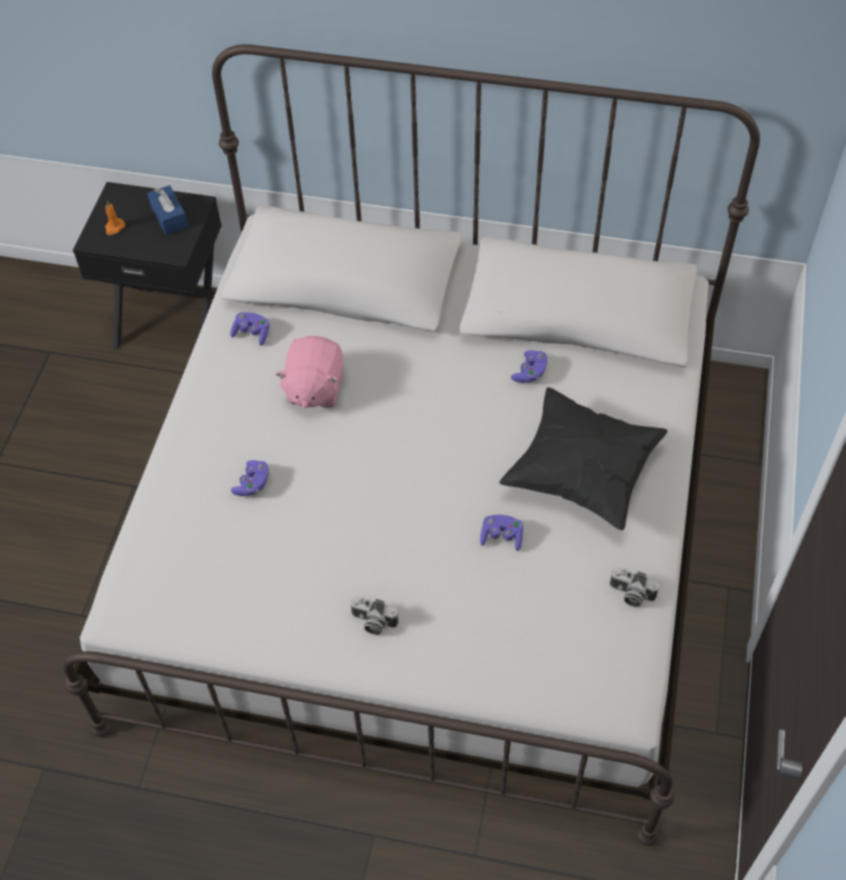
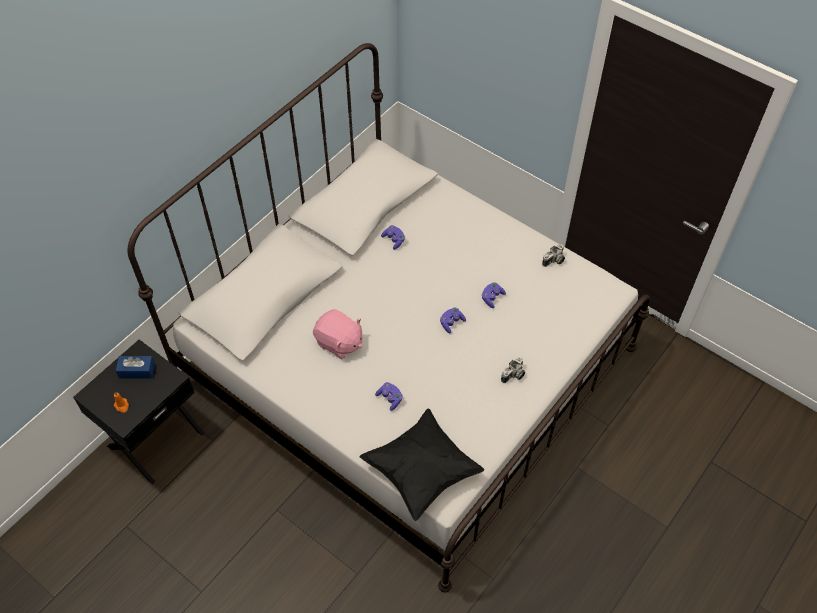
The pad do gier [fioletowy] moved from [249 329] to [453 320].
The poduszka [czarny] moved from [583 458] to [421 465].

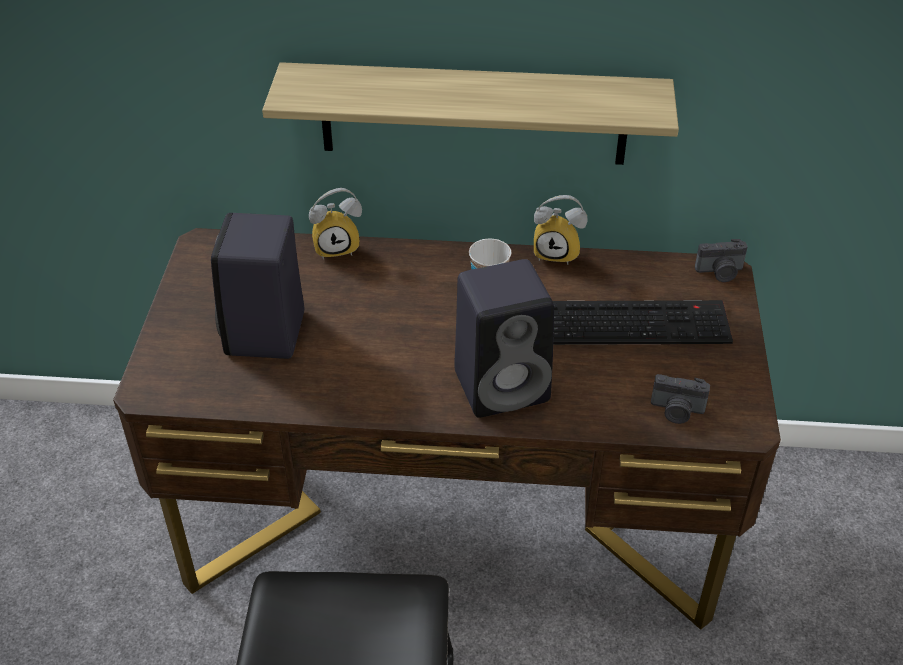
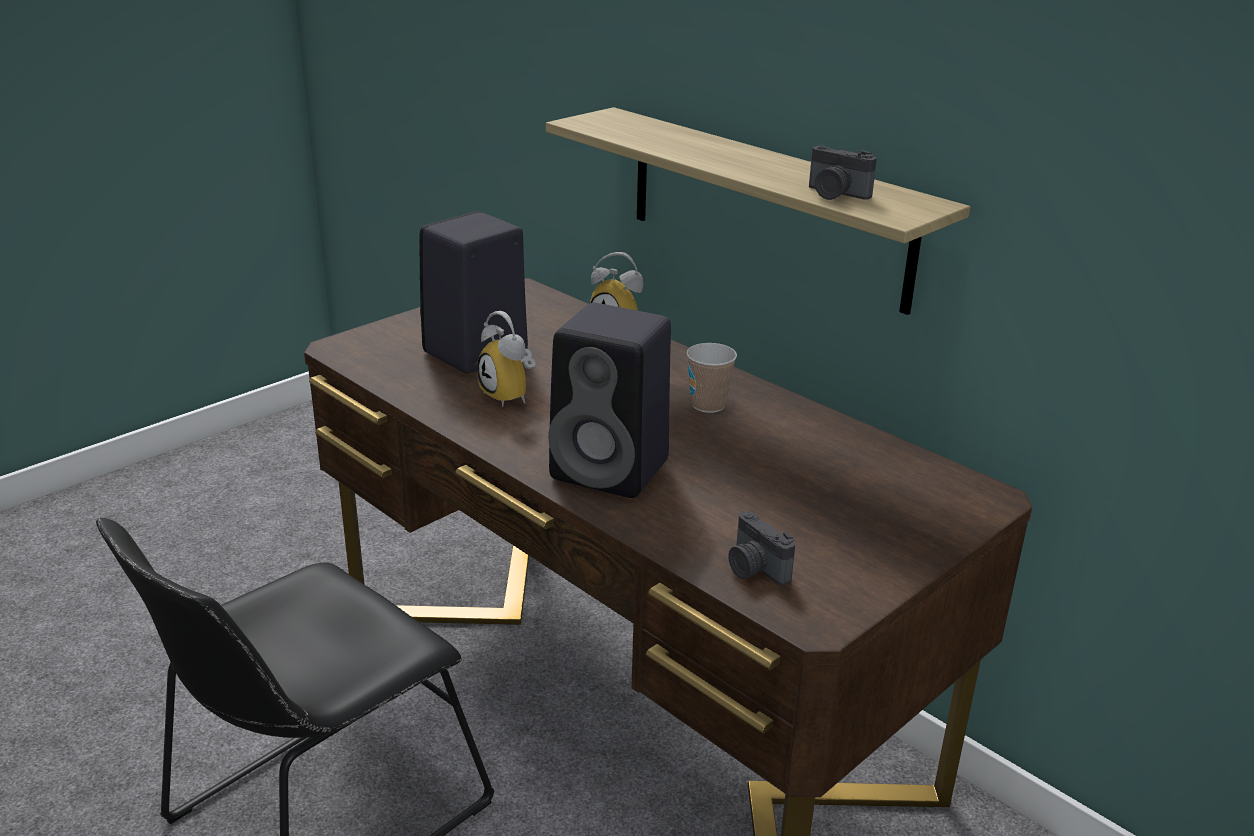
The budzik moved from [561 230] to [506 359].
The klawiatura at [643 322] disappeared.
The aparat fotograficzny moved from [721 260] to [843 172].

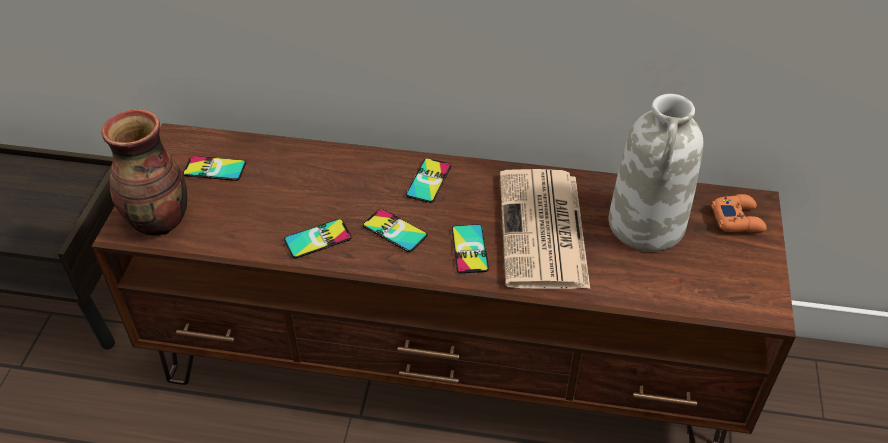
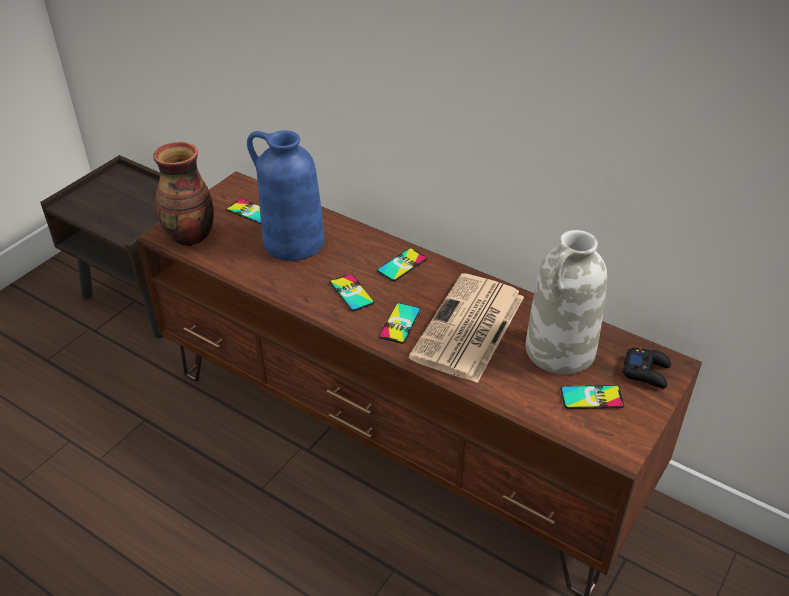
The telefon moved from [318 238] to [592 397].
The pad do gier [pomarańczowy] at [739 213] became the pad do gier [czarny] at [646 368].
The wazon [niebieski] at [285 195] appeared.

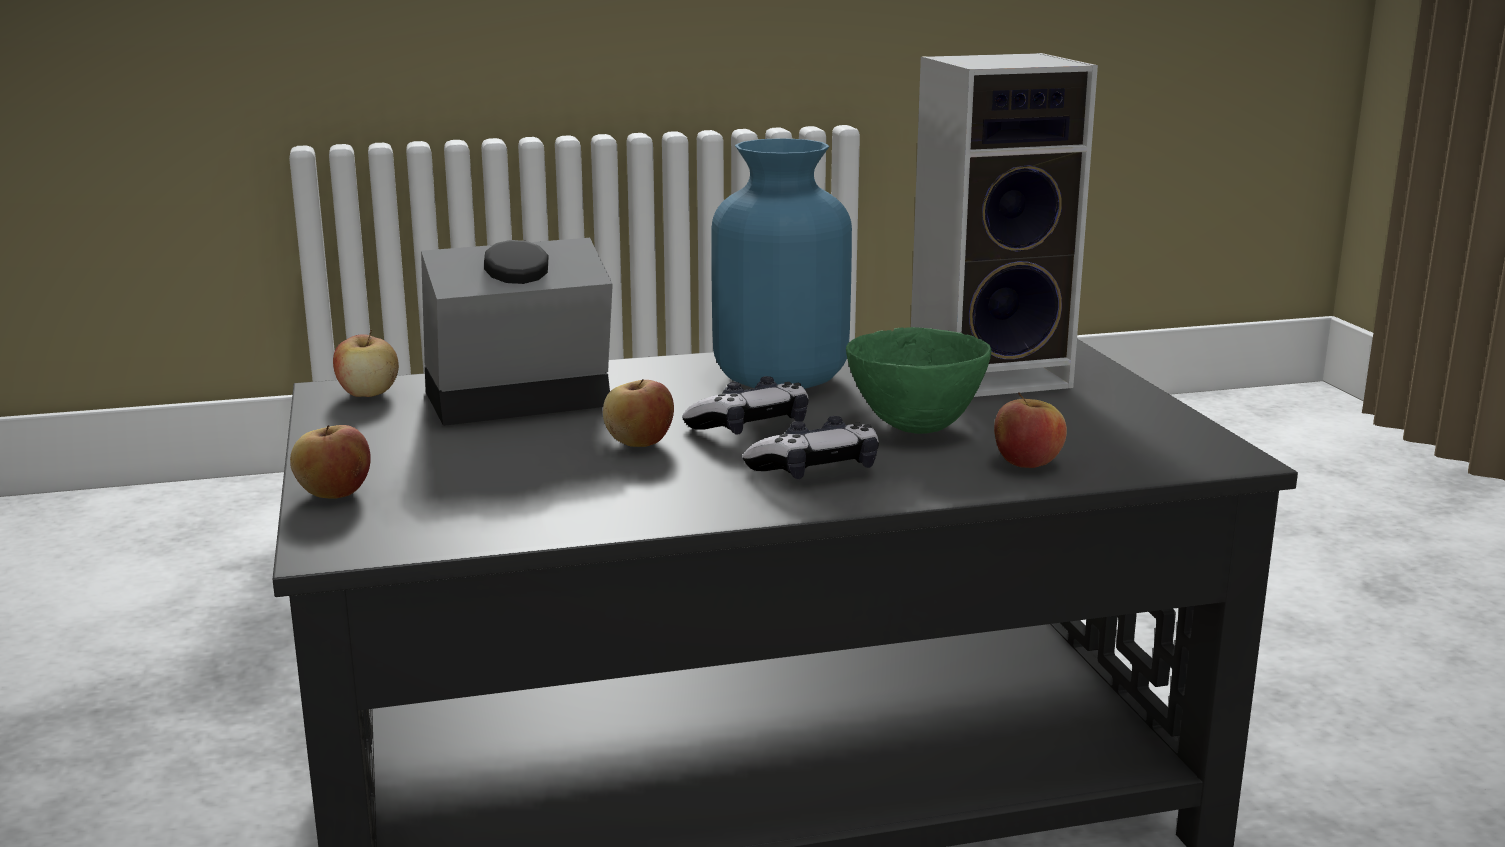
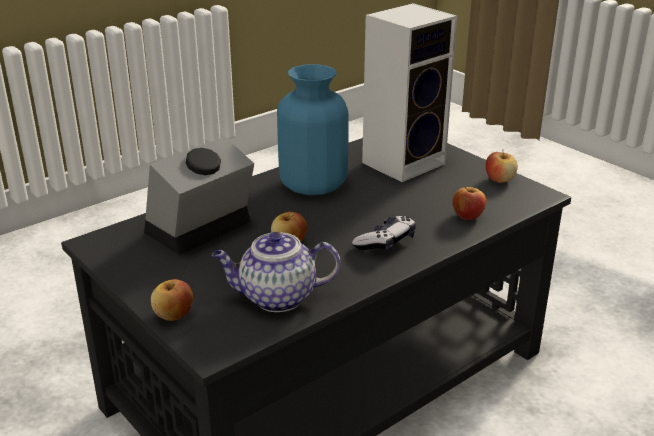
The jabłko moved from [366 363] to [502 167].
The pad do gier at [745 405] disappeared.
The miska [zielony] at [919 380] disappeared.
The imbryk at [276 272] appeared.

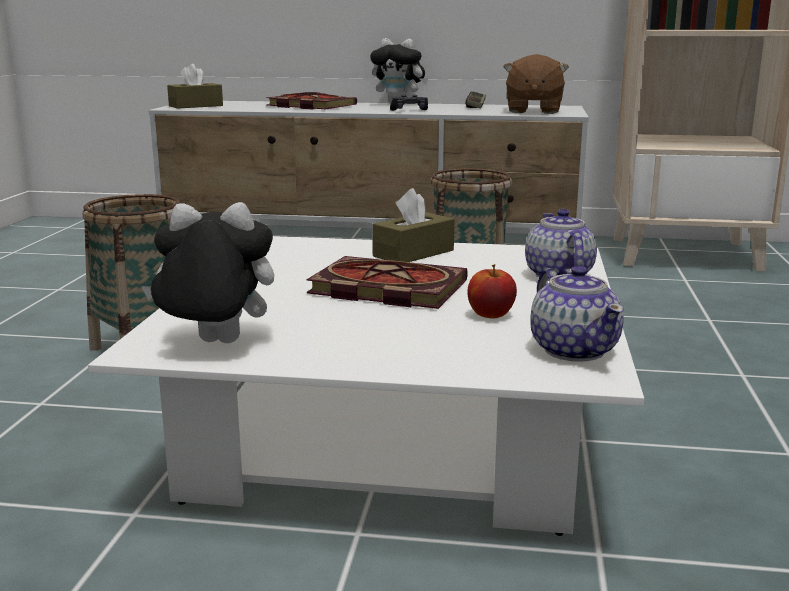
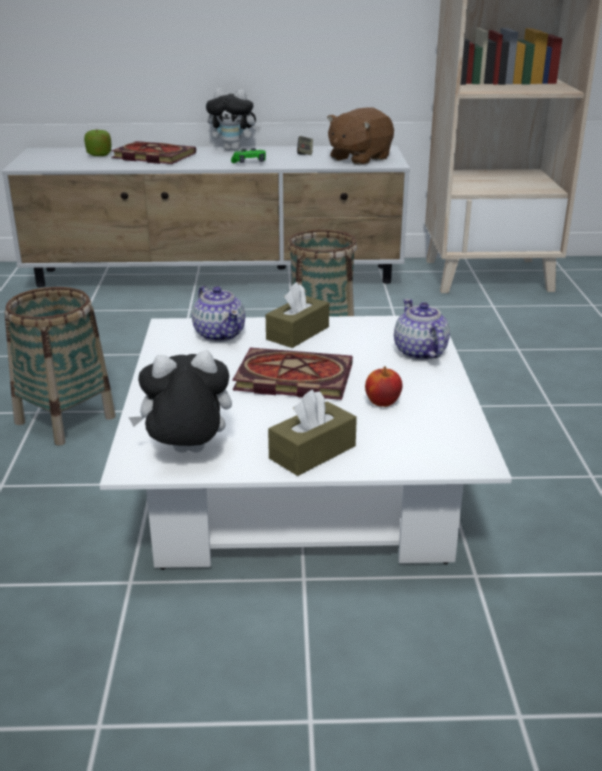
The pudełko chusteczek [brązowy] moved from [195 86] to [312 432].
The pad do gier [czarny] at [409 103] became the pad do gier [zielony] at [248 155].
The pluszak [brązowy] at [536 84] turned 45 degrees clockwise.
The imbryk moved from [577 314] to [218 314].
The jabłko at [98 143] appeared.

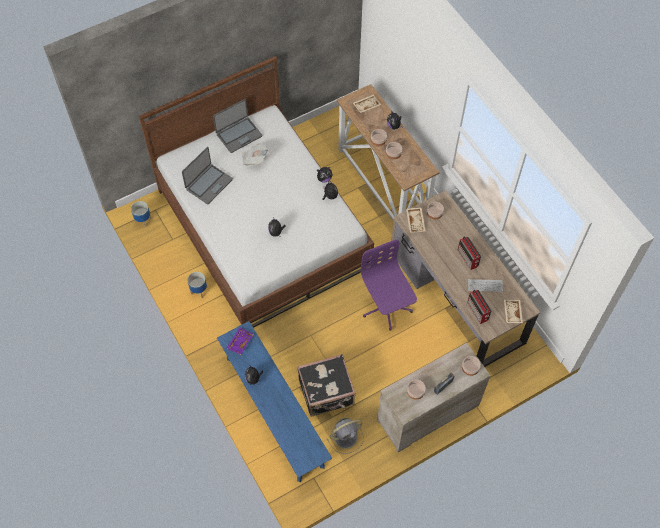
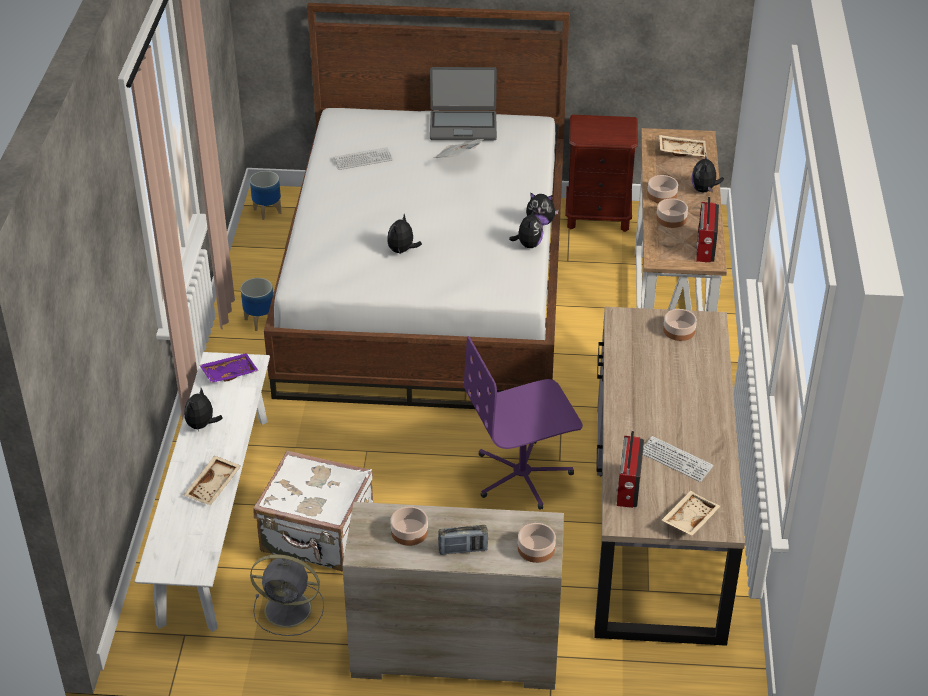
The laptop at [207 175] was replaced by the klawiatura at [363 158].
The ławka [niebieski] at [274 401] became the ławka [biały] at [202 492].
The walizka [czarny] at [326 385] became the walizka [biały] at [313 511].
The krzesło biurowe [fioletowy] at [389 284] turned 120 degrees counterclockwise.
The taca [beżowy] moved from [416 220] to [212 480].
The radio moved from [469 253] to [707 230].
The szafka nocna [brązowy] at [601 173] appeared.

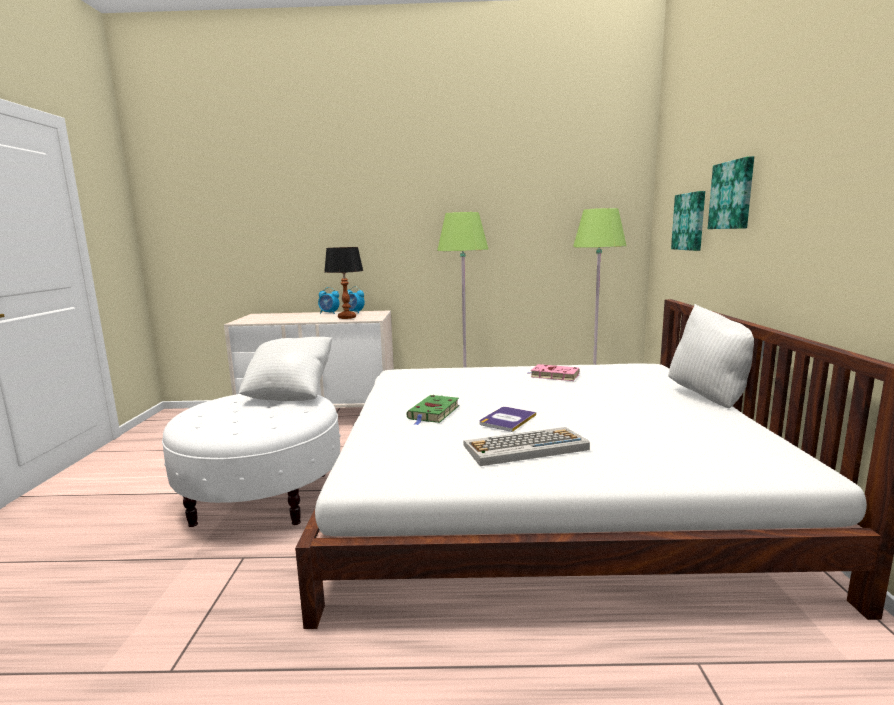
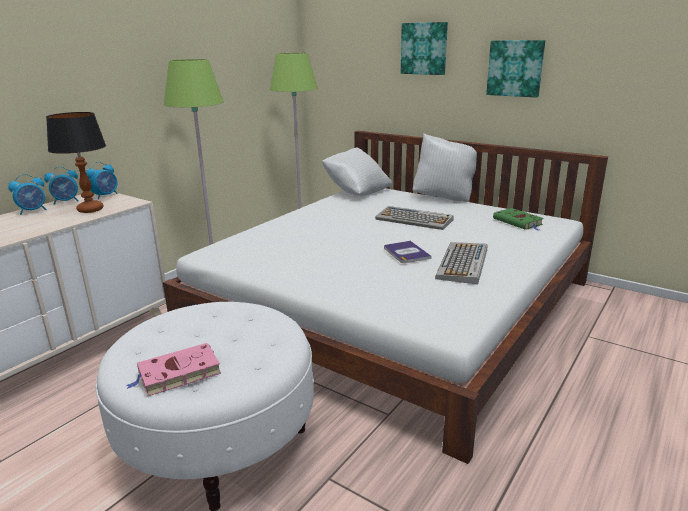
The poduszka [biały] moved from [286 369] to [357 171].
The książka [zielony] moved from [433 410] to [518 219].
The książka [różowy] moved from [553 372] to [173 369].
The obraz moved from [688 221] to [515 69].
The budzik at [102 180] appeared.
The klawiatura at [414 218] appeared.

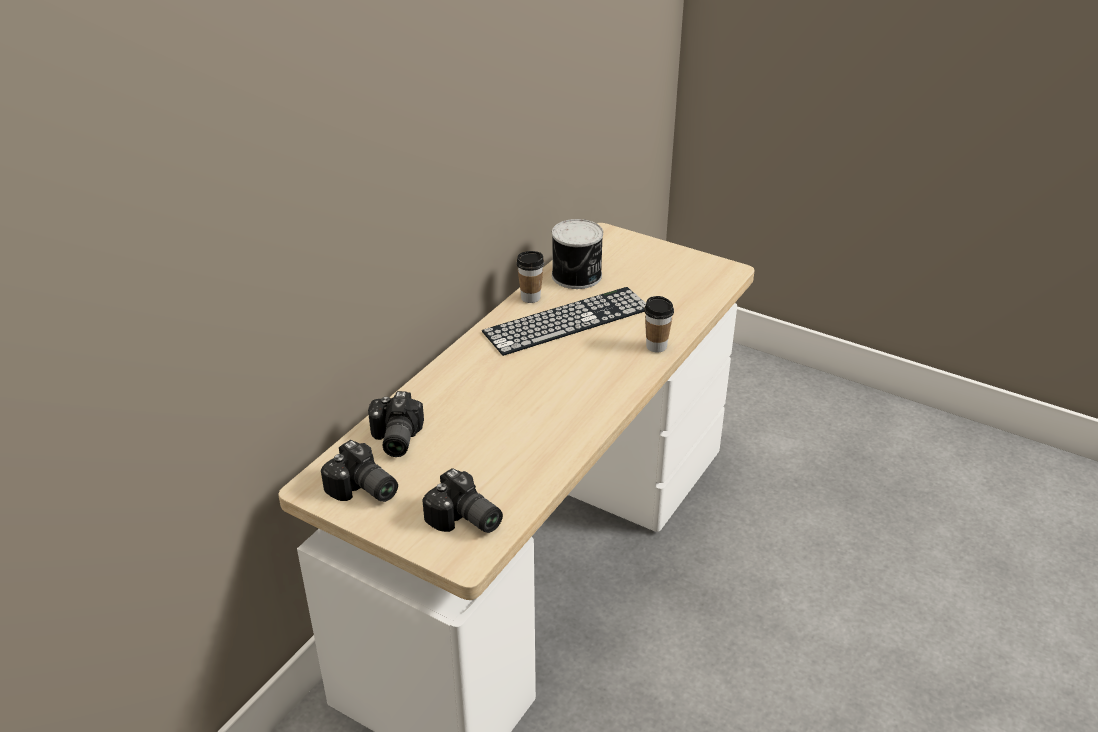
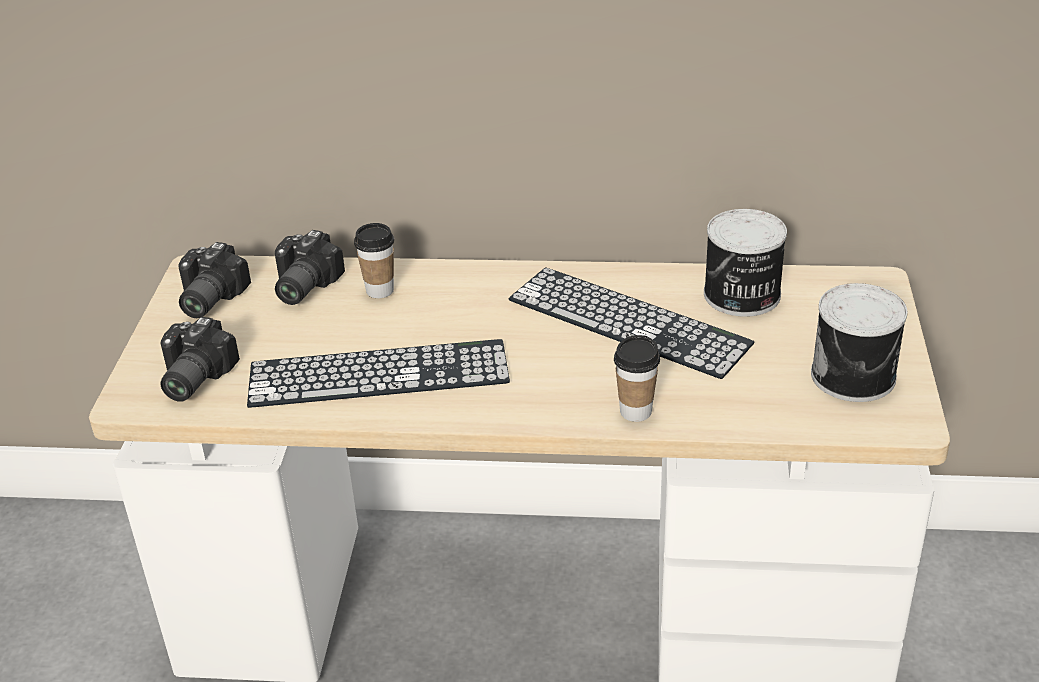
The aparat fotograficzny at [396 424] turned 45 degrees counterclockwise.
The filiżanka moved from [530 277] to [374 260].
The klawiatura at [378 373] appeared.
The puszka at [859 342] appeared.

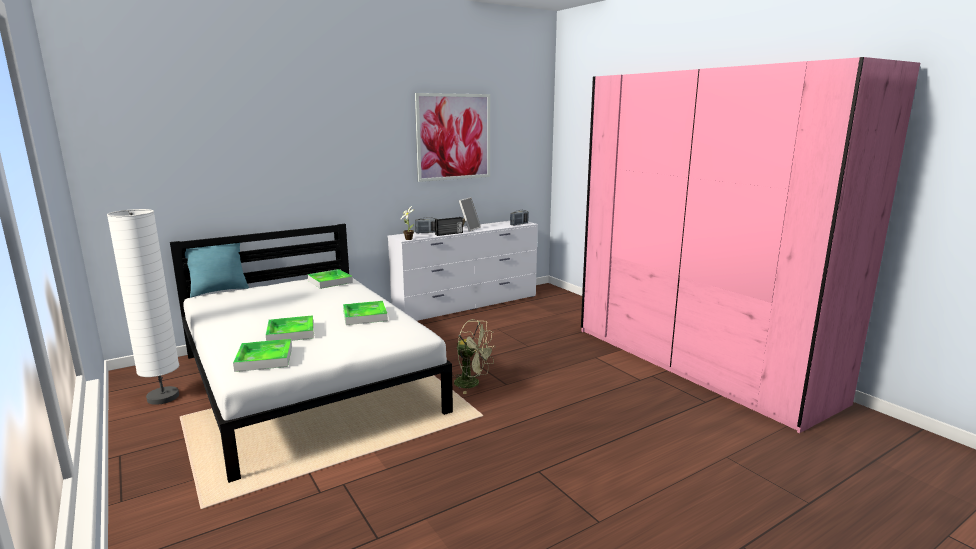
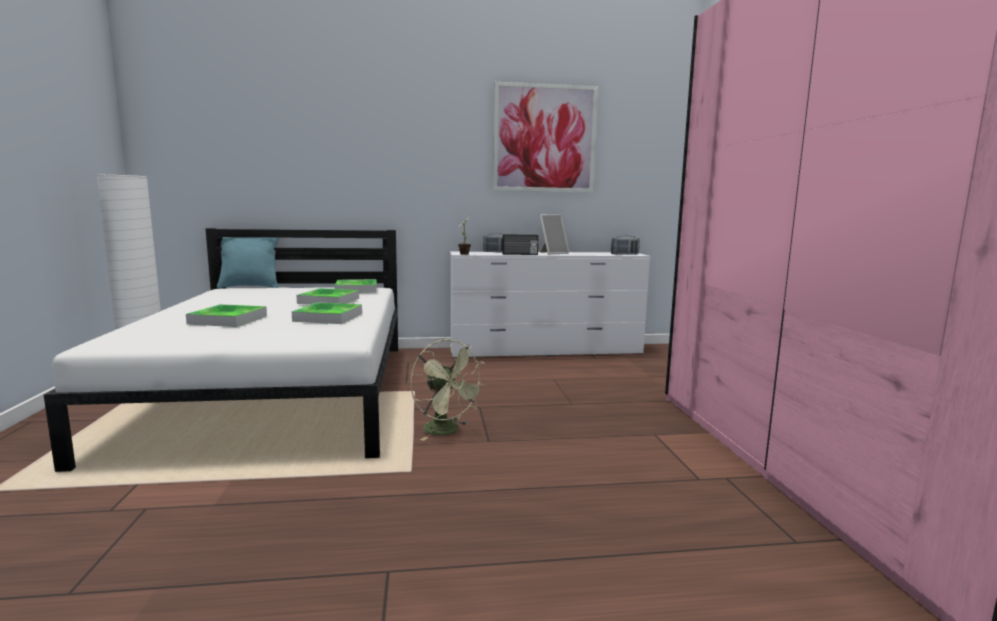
The taca moved from [262 355] to [327 296].

